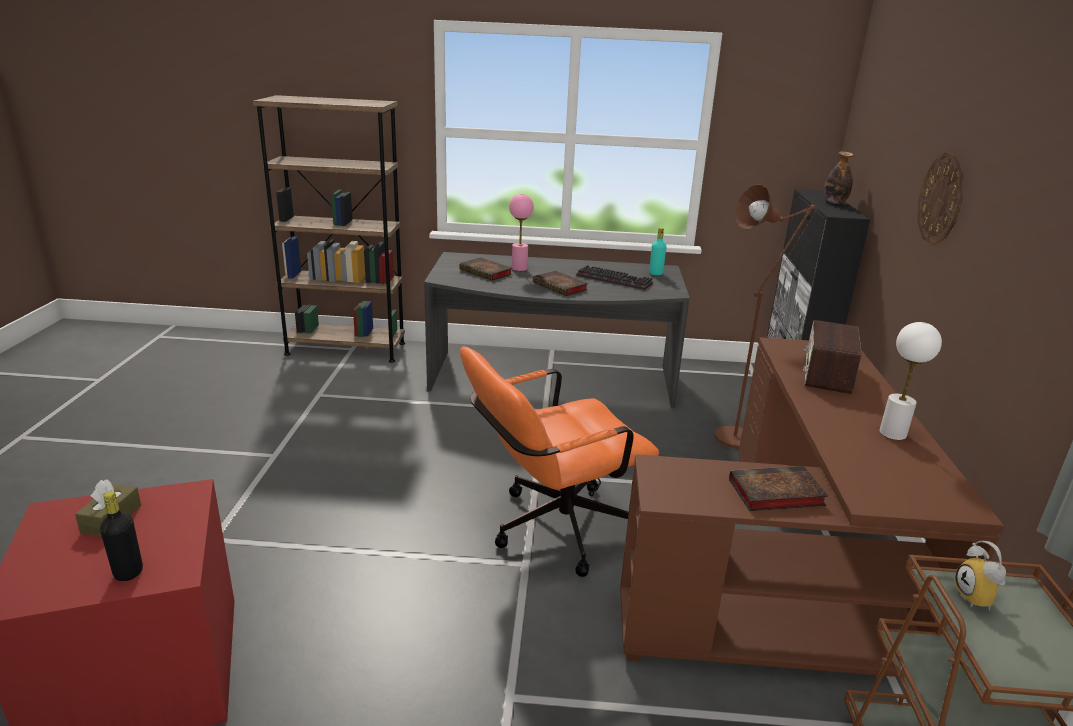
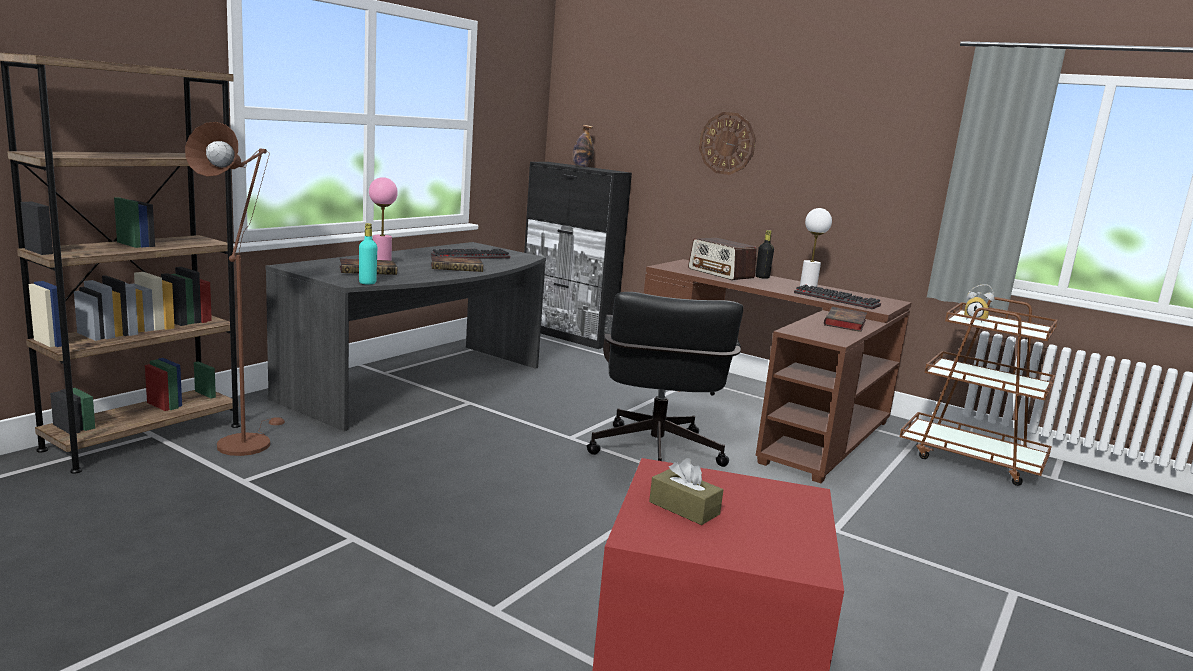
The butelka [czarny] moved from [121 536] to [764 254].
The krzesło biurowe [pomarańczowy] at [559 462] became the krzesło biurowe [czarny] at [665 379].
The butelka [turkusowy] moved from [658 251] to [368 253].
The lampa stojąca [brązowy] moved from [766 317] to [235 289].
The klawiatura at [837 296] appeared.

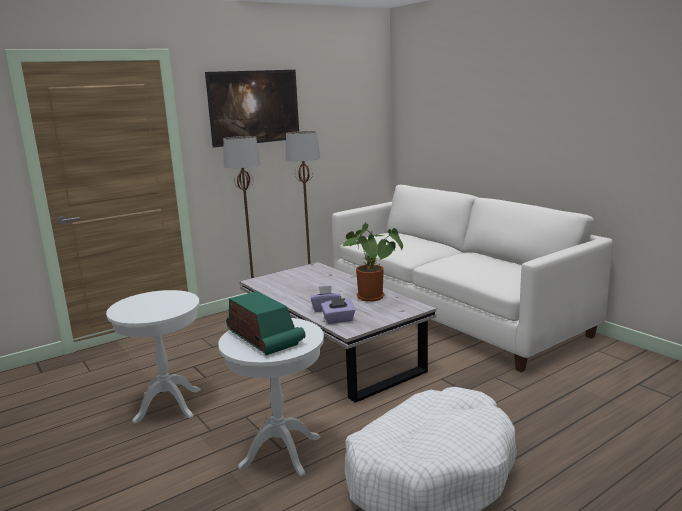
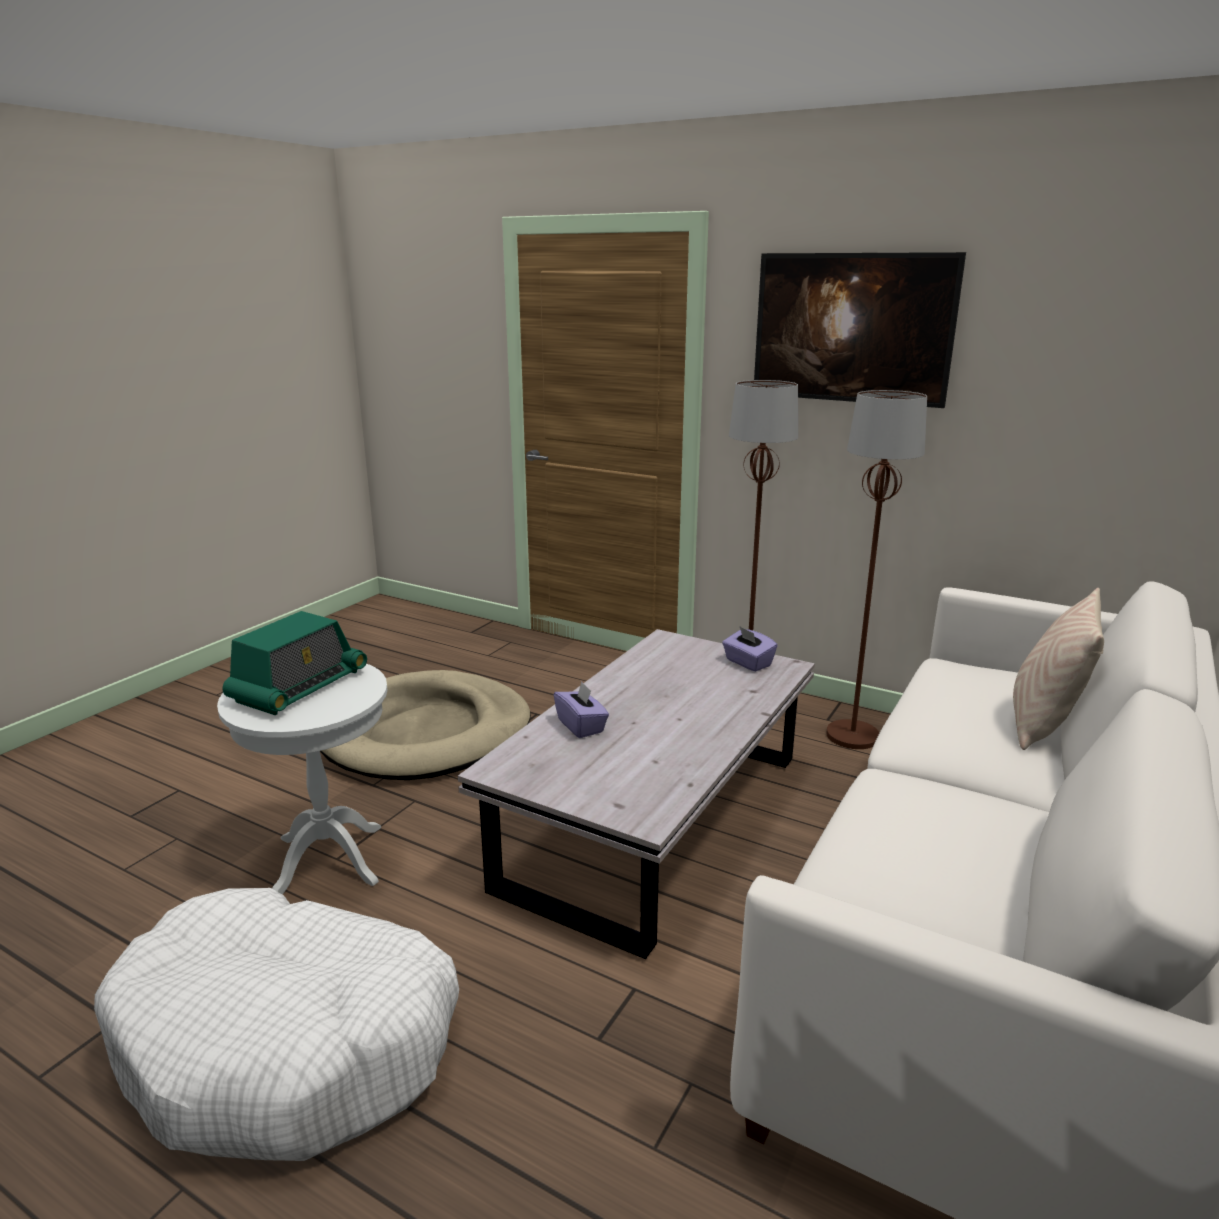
The stolik [biały] at [153 357] was replaced by the legowisko [beżowy] at [425 725].
The pudełko chusteczek [fioletowy] moved from [338 311] to [750 649].
The roślina doniczkowa at [372 262] disappeared.
The poduszka [beżowy] at [1058 669] appeared.

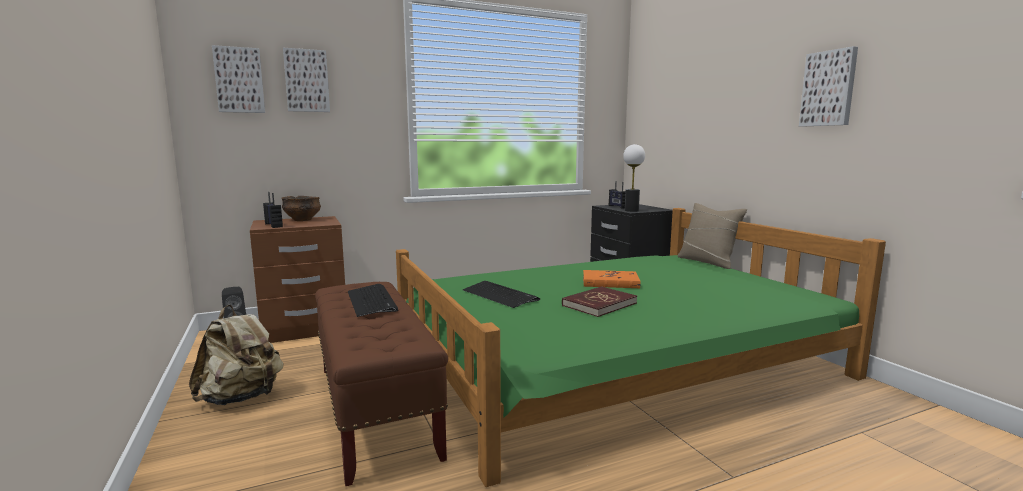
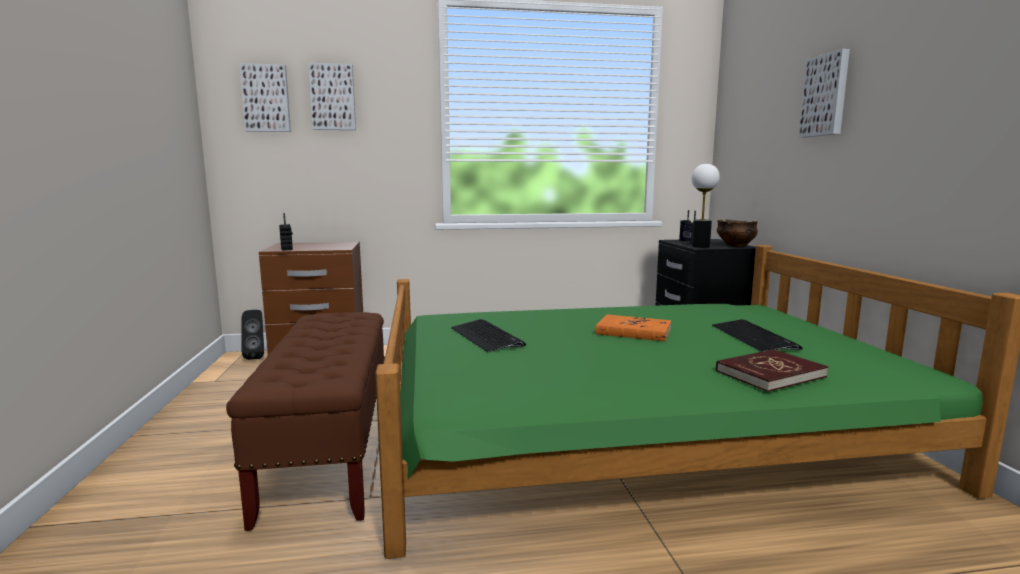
The plecak [beżowy] at [236 355] disappeared.
The miska moved from [301 208] to [737 233].
The klawiatura moved from [373 300] to [757 335].
The książka [czerwony] moved from [599 301] to [772 370].
The poduszka [beżowy] at [712 236] disappeared.
The obraz moved from [828 86] to [824 93].

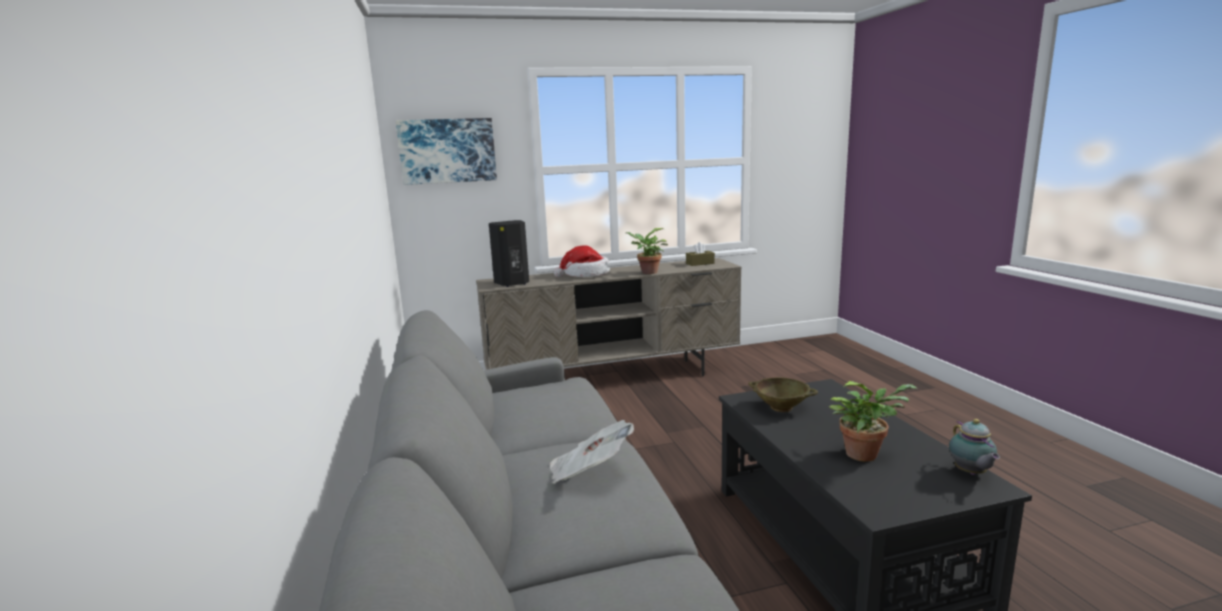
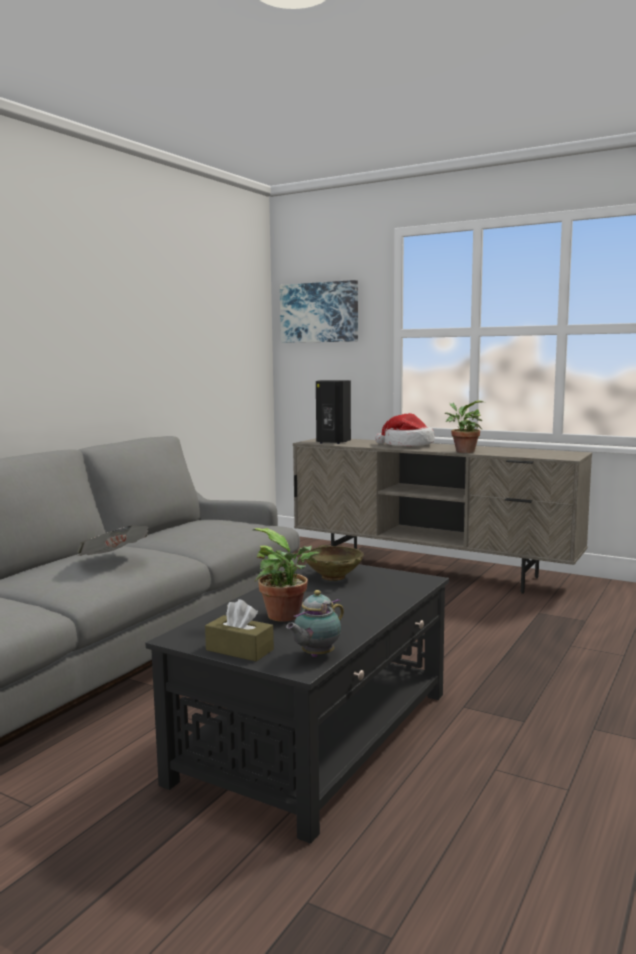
The pudełko chusteczek [brązowy] moved from [700 254] to [239 630].

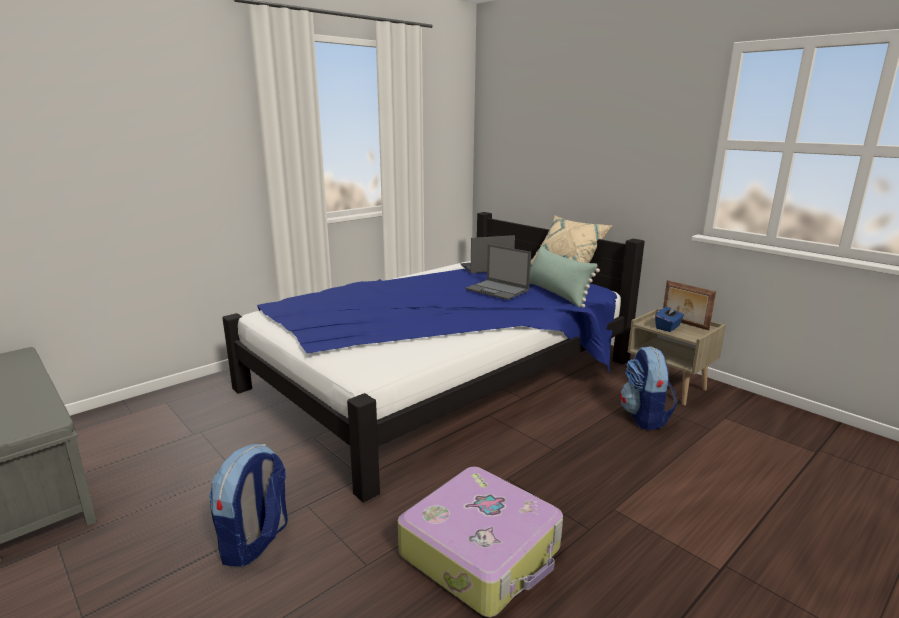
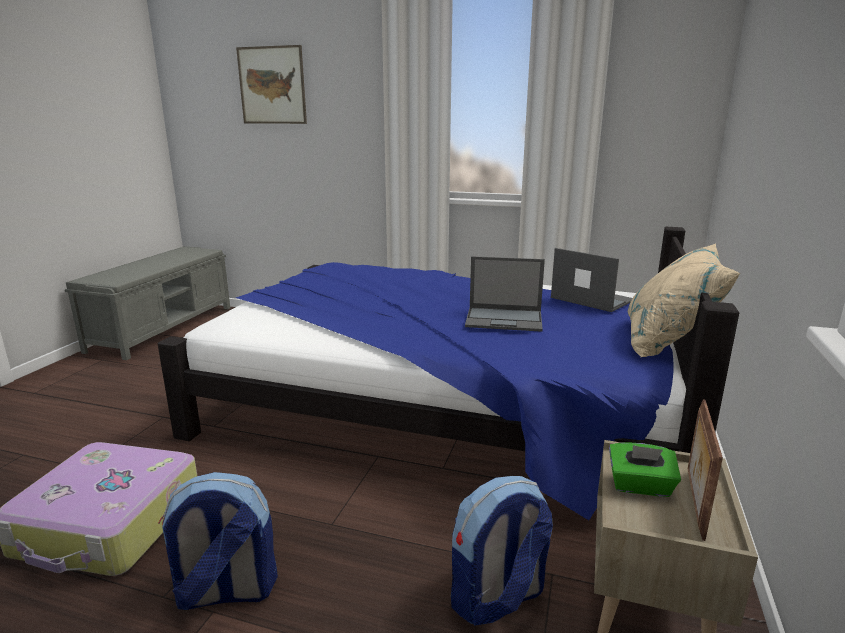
The plecak moved from [248 505] to [218 541].
The laptop at [498 272] turned 90 degrees counterclockwise.
The poduszka [zielony] at [564 277] disappeared.
The pudełko chusteczek [niebieski] at [669 318] became the pudełko chusteczek [zielony] at [645 470].
The obraz at [271 84] appeared.

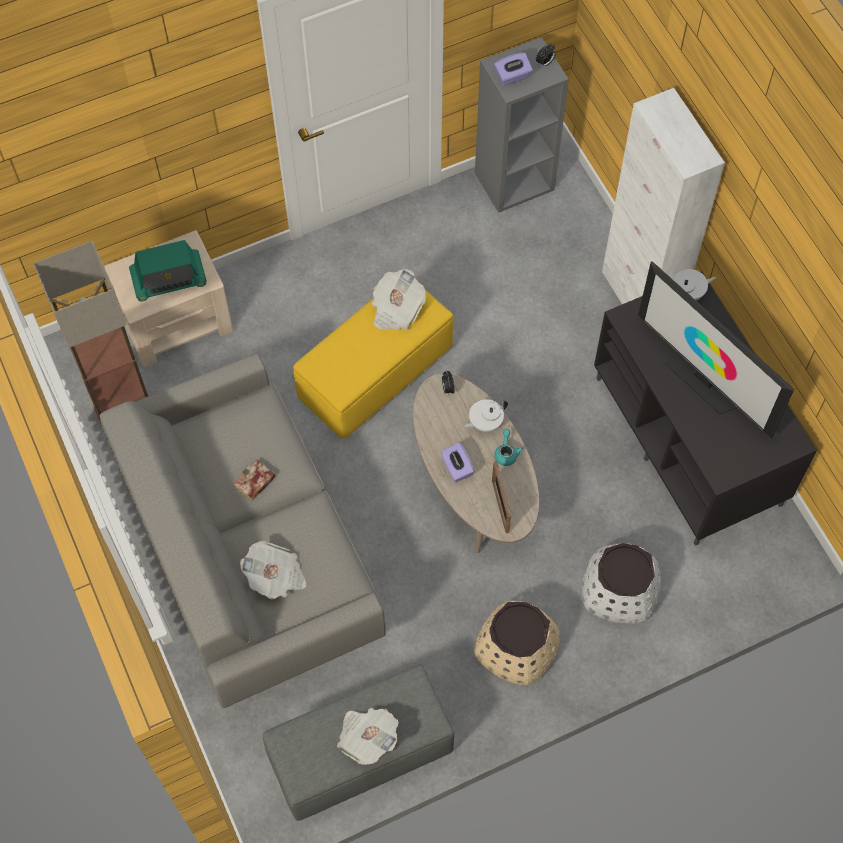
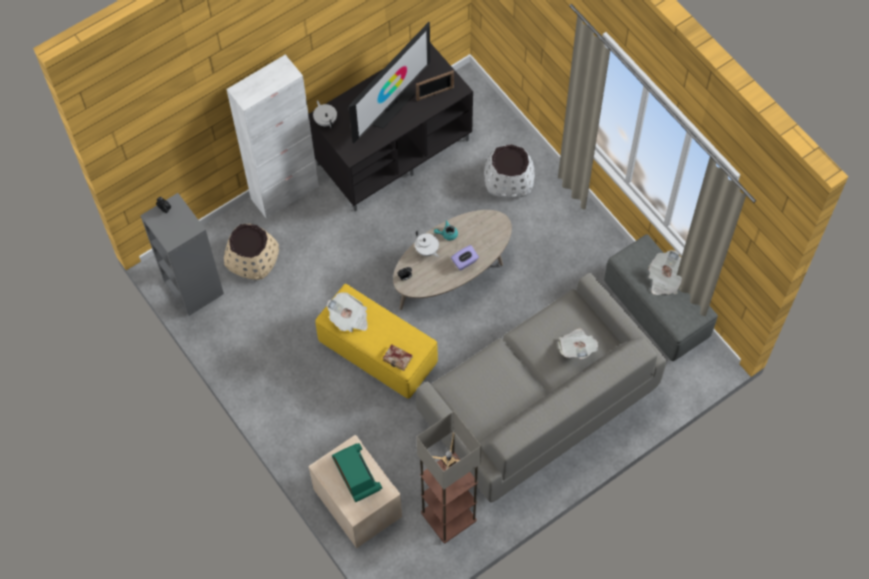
The książka moved from [254 480] to [398 357].
The donica [beżowy] moved from [517 642] to [251 252].
The ramka na zdjęcie moved from [501 497] to [435 85].
The pudełko chusteczek [fioletowy] at [513 69] disappeared.

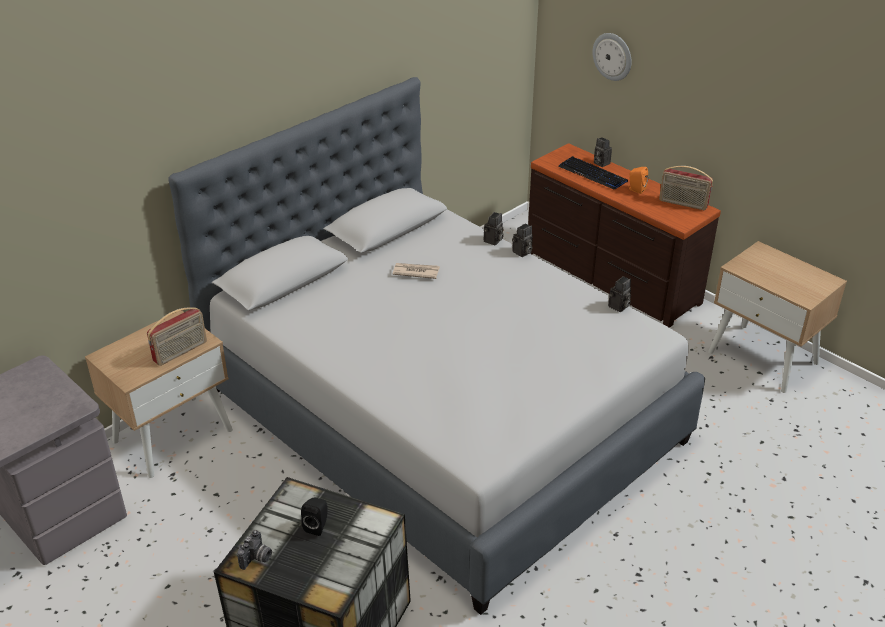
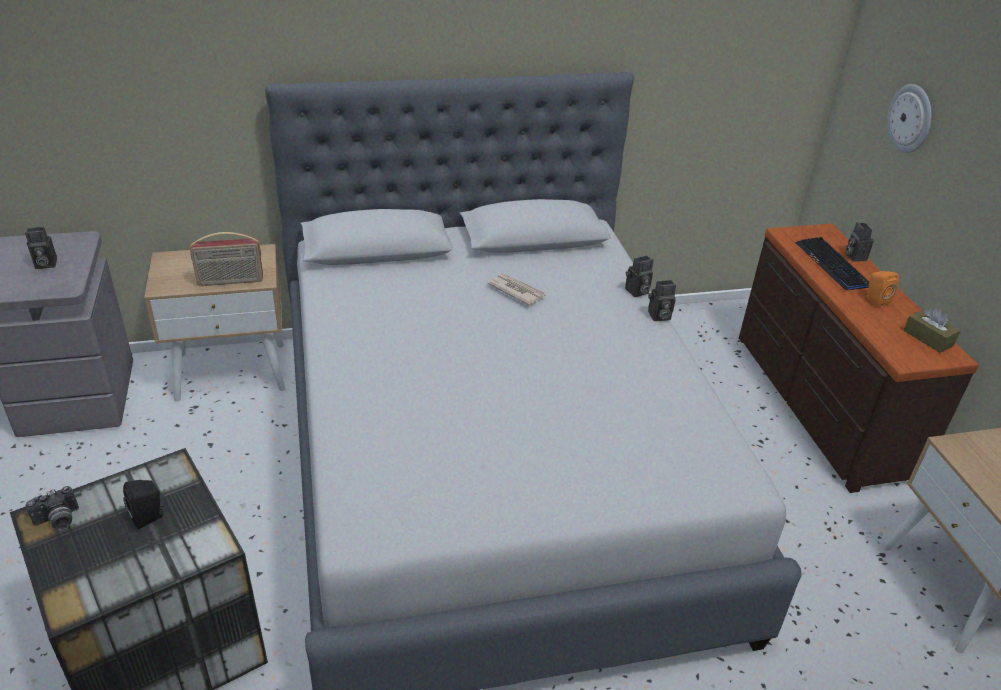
The aparat fotograficzny moved from [619 294] to [41 248].
The radio at [686 188] was replaced by the pudełko chusteczek [brązowy] at [931 330].

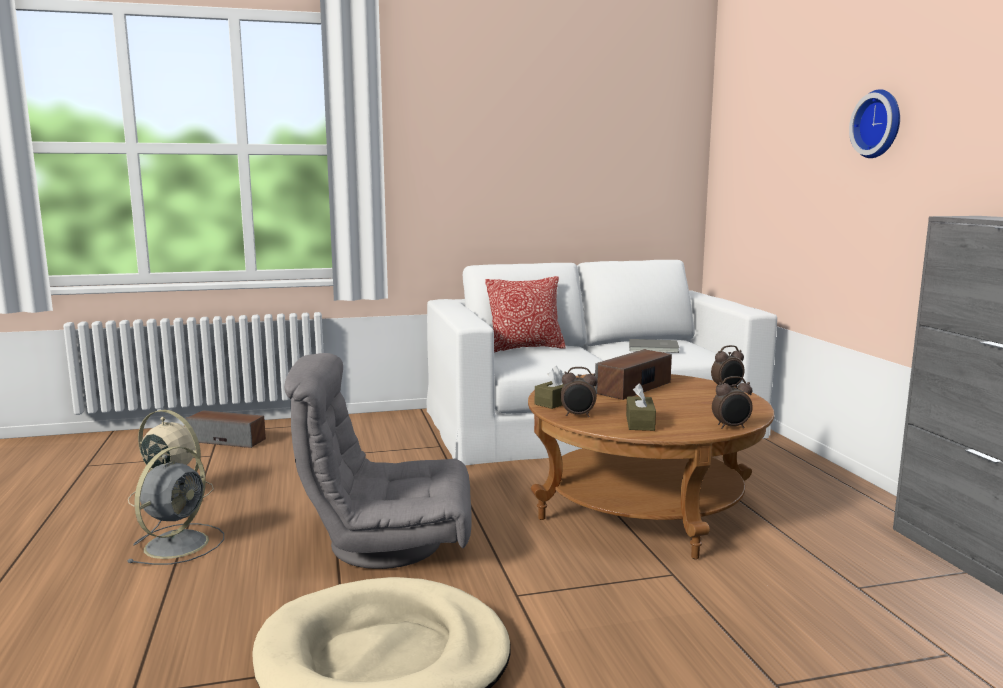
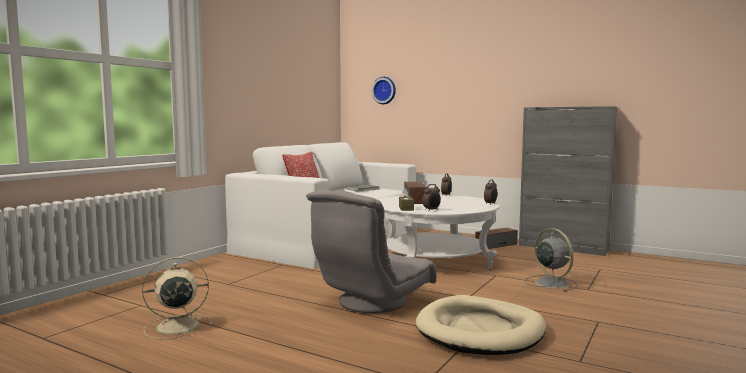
The wentylator [szary] moved from [175 505] to [551 260].
The głośnik moved from [226 429] to [496 238].
The ława [brązowy] at [651 466] became the ława [biały] at [439 232].
The pudełko chusteczek [brązowy] at [641 407] disappeared.
The zegar ścienny moved from [874 123] to [384 90].

